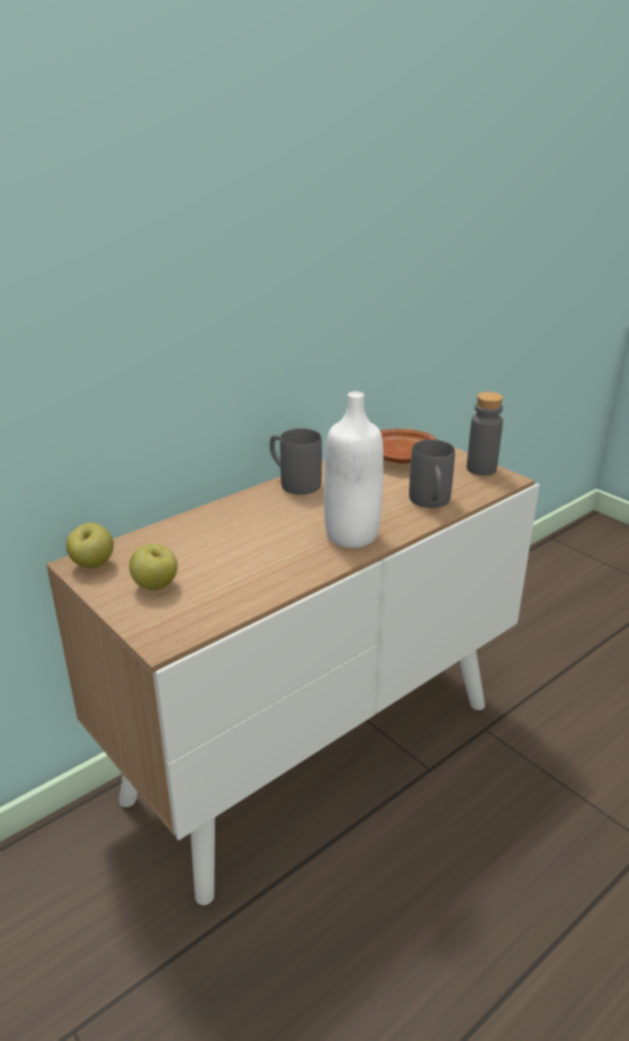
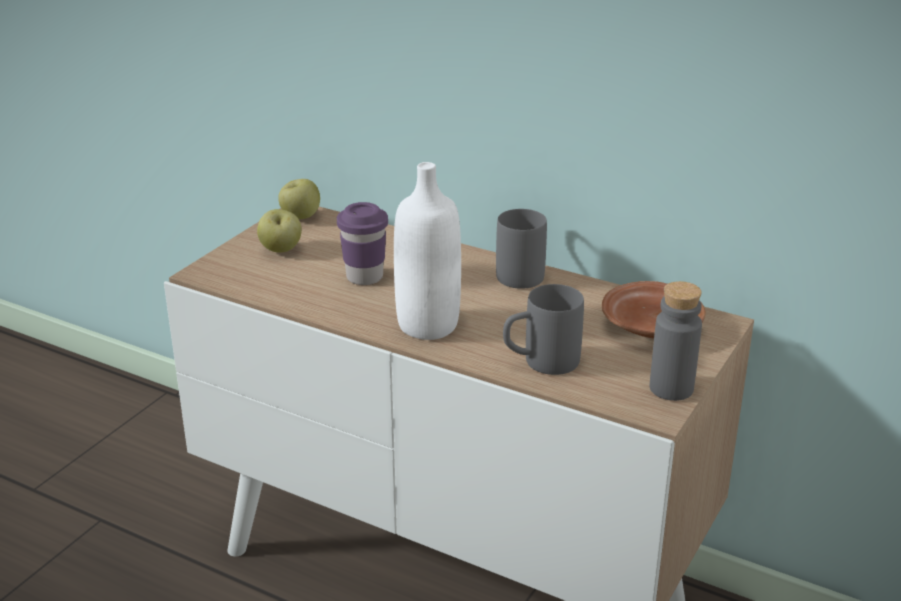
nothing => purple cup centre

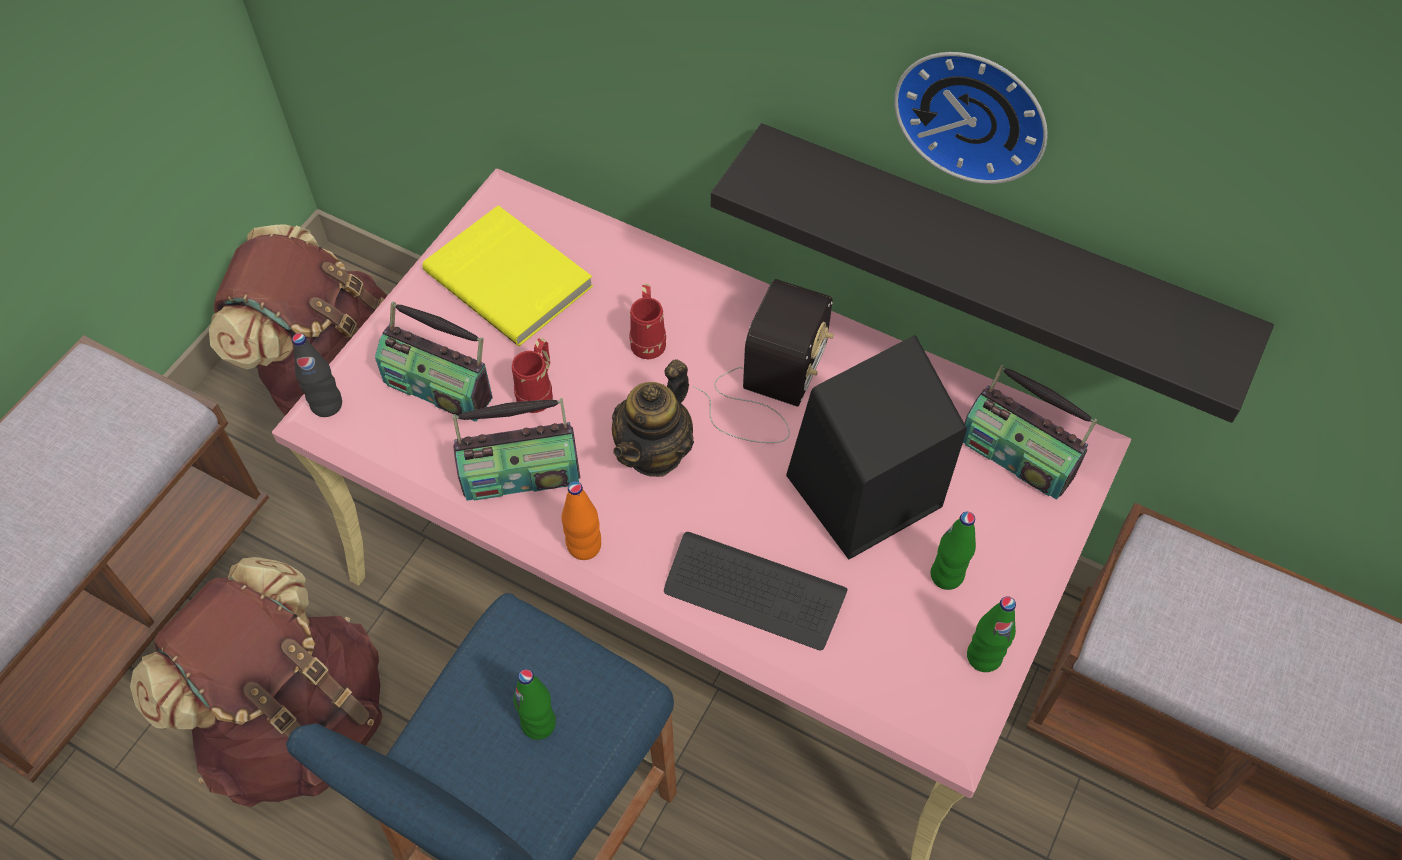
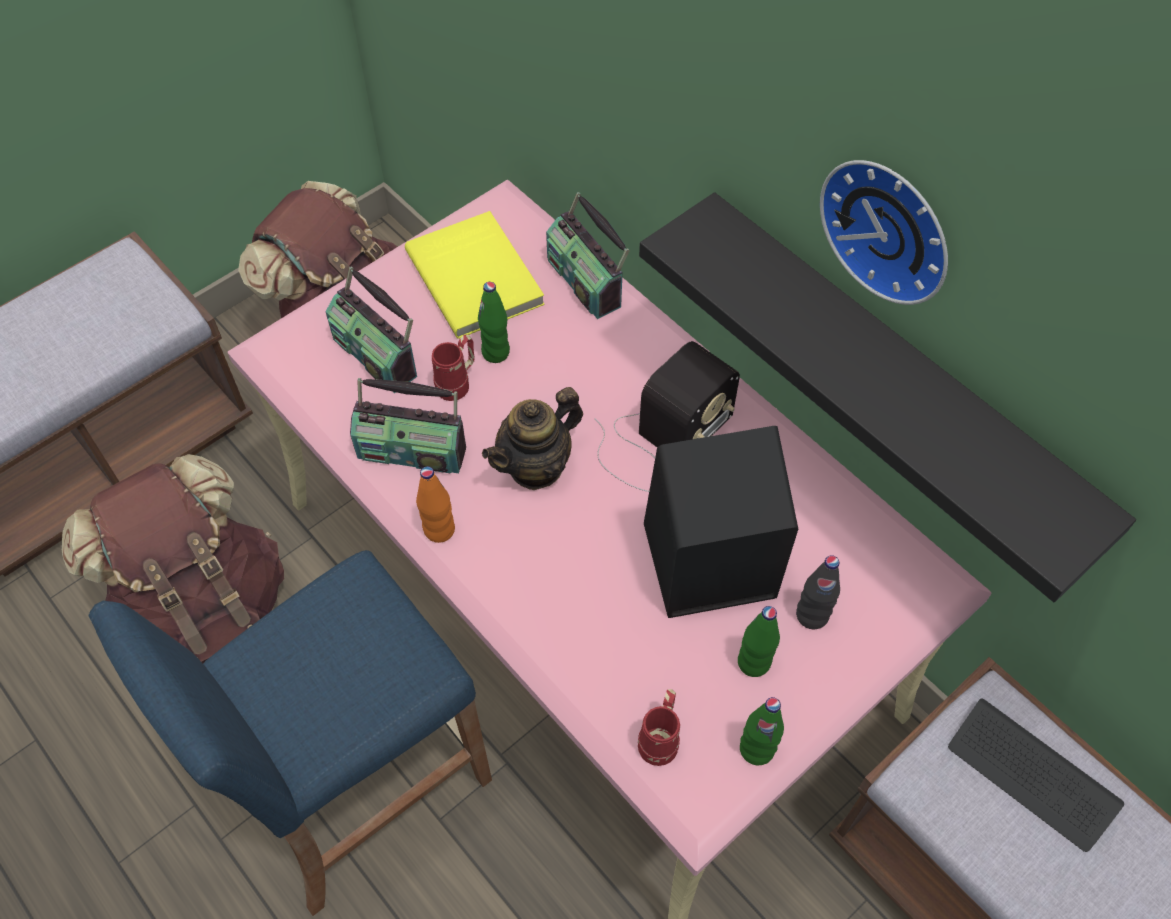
red mug (2nd from left) centre => red mug (2nd from left) bottom centre, move
black bottle middle left => black bottle middle right, move
radio (4th from left in the first image) middle right => radio (3rd from left) top centre, move
keyboard bottom centre => keyboard bottom right, move
green bottle (1st from left) bottom centre => green bottle (1st from left) centre, move

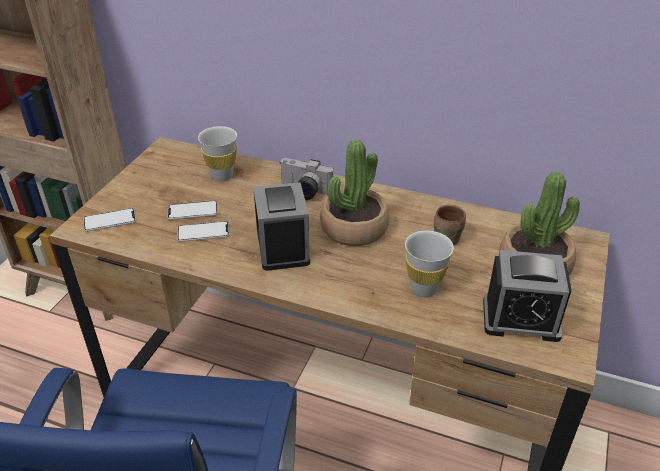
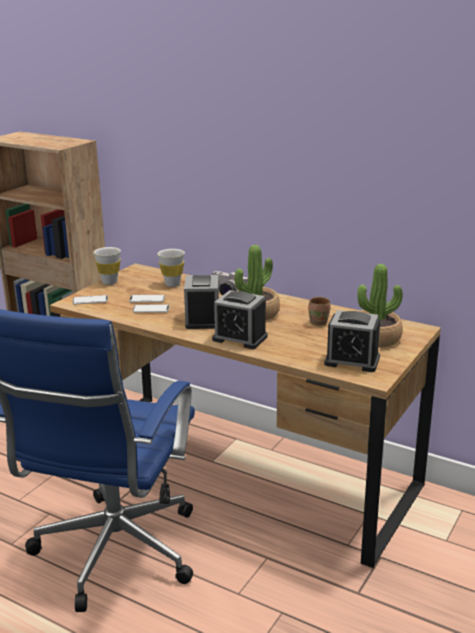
white cup (2nd from left in the first image) centre => white cup (1st from left) middle left, move
nothing => alarm clock (2nd from left) centre

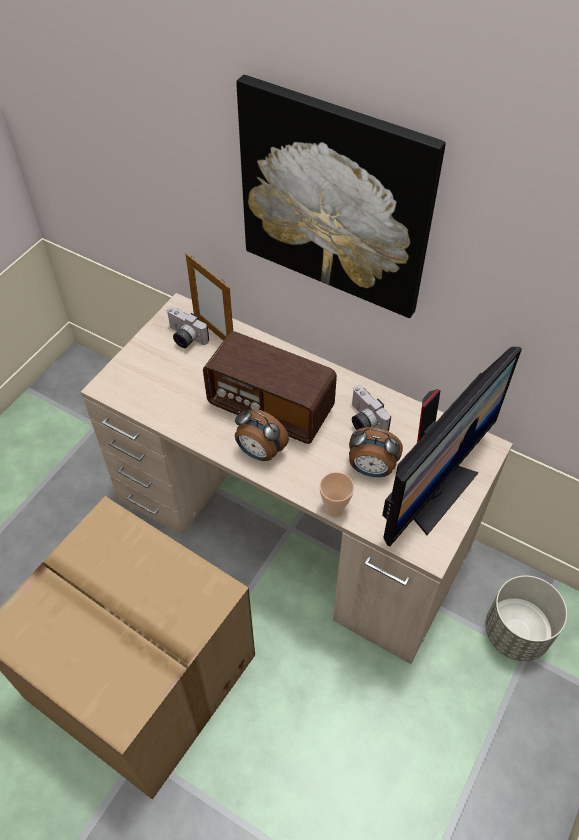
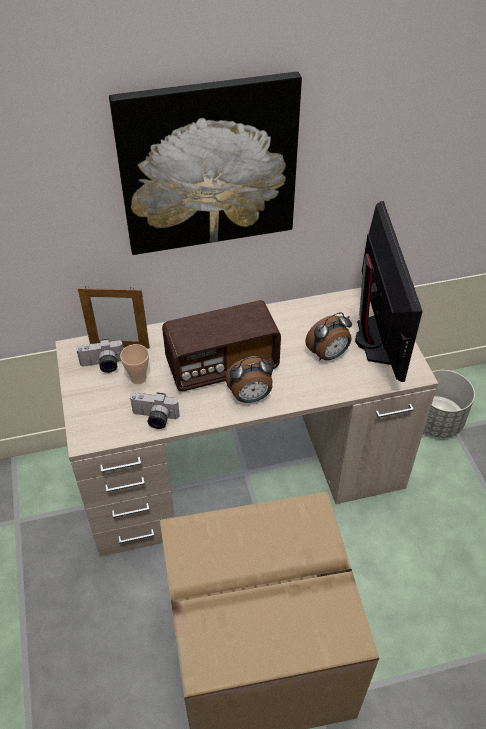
photo camera (2nd from left) centre => photo camera (2nd from left) middle left, move
cup centre => cup middle left, move

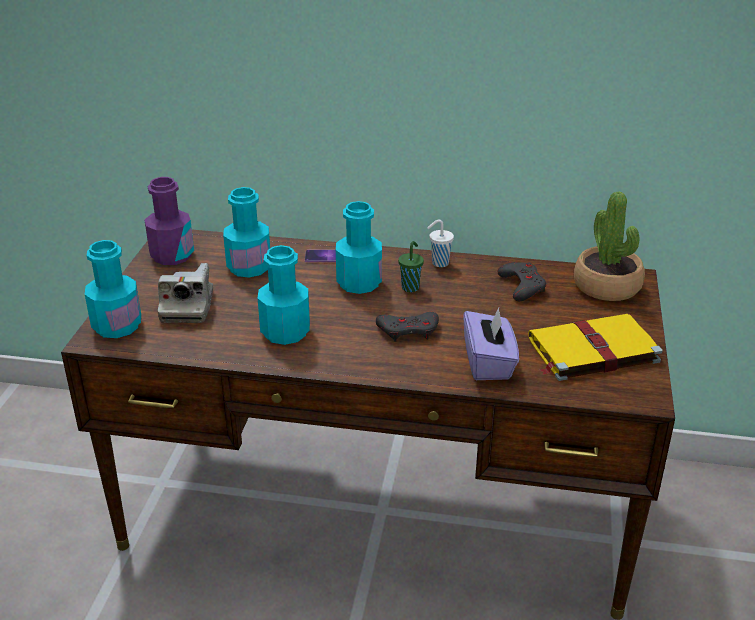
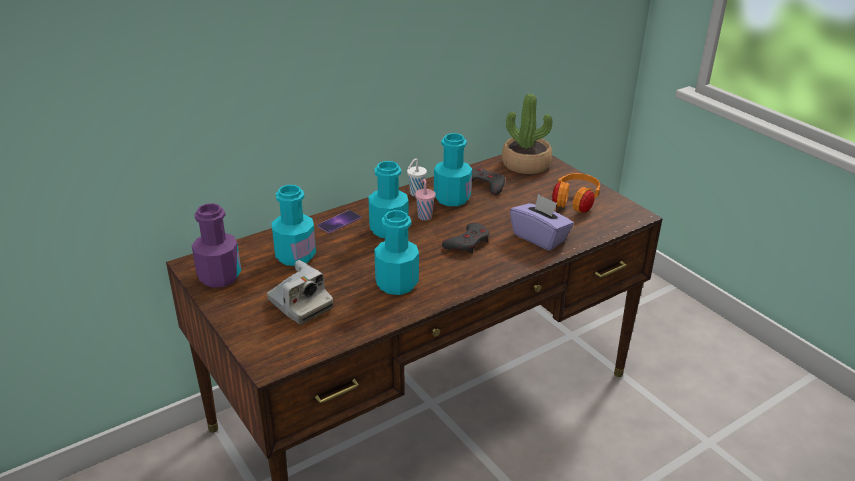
turquoise bottle (1st from left in the first image) middle left => turquoise bottle (4th from left) centre, move
green cup centre => pink cup centre
yellow book middle right => orange headphones middle right

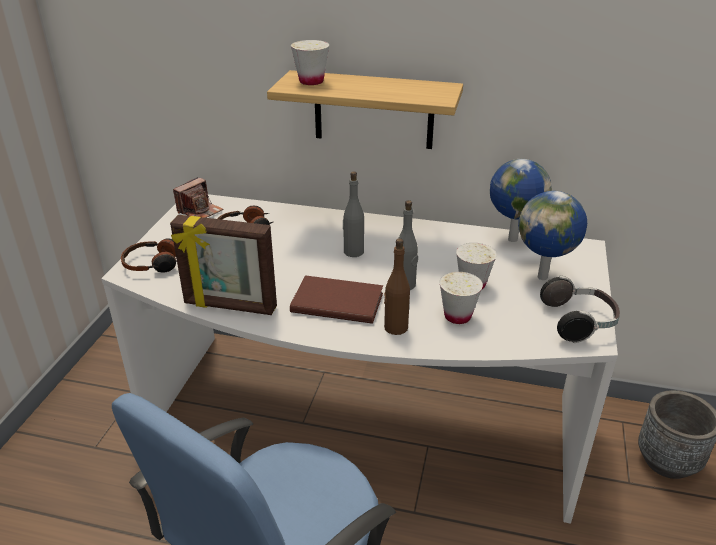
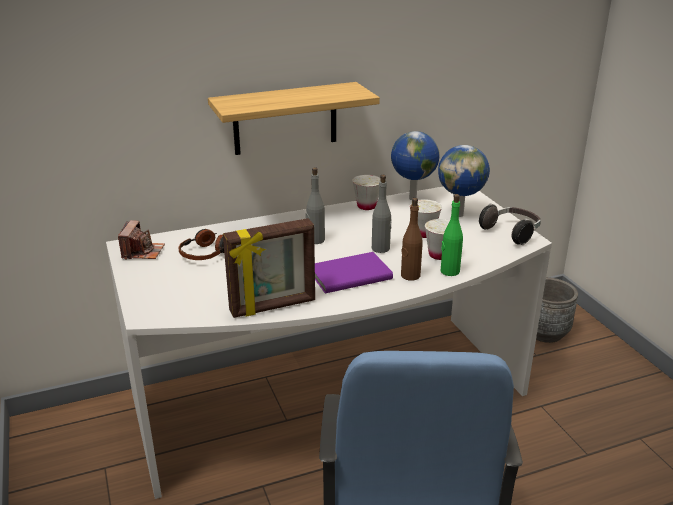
white cup (1st from left) top centre => white cup (1st from left) centre, move
headphones (1st from left) middle left => nothing
brown book centre => purple book centre
nothing => green bottle middle right

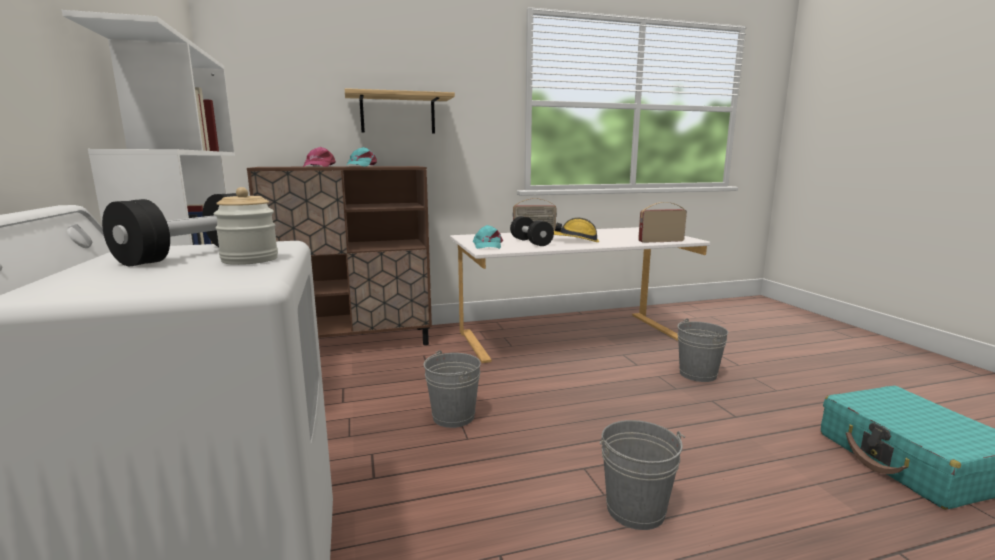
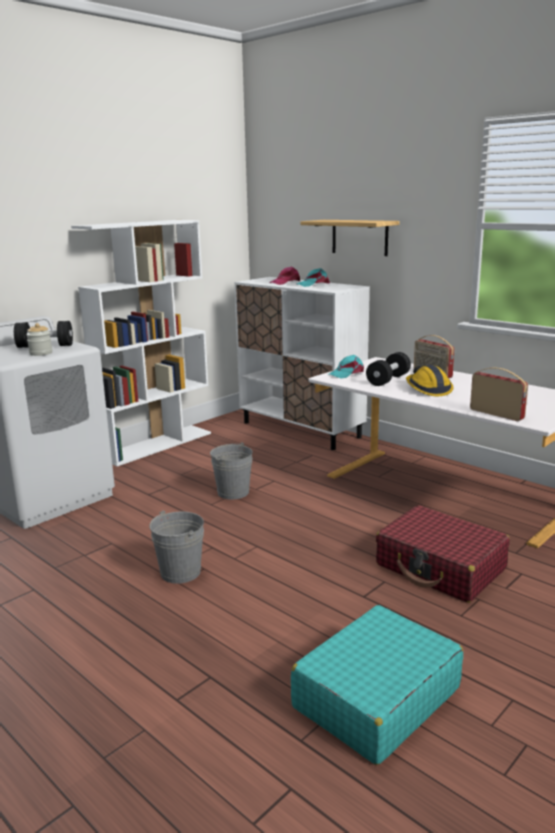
brown cabinet centre => white cabinet centre
grey bucket (3rd from left) middle right => red suitcase middle right

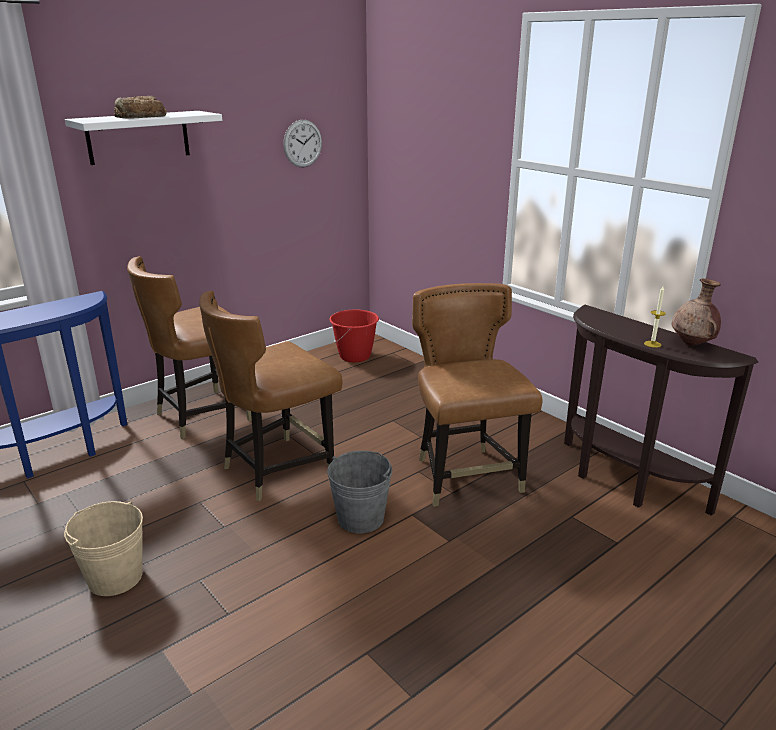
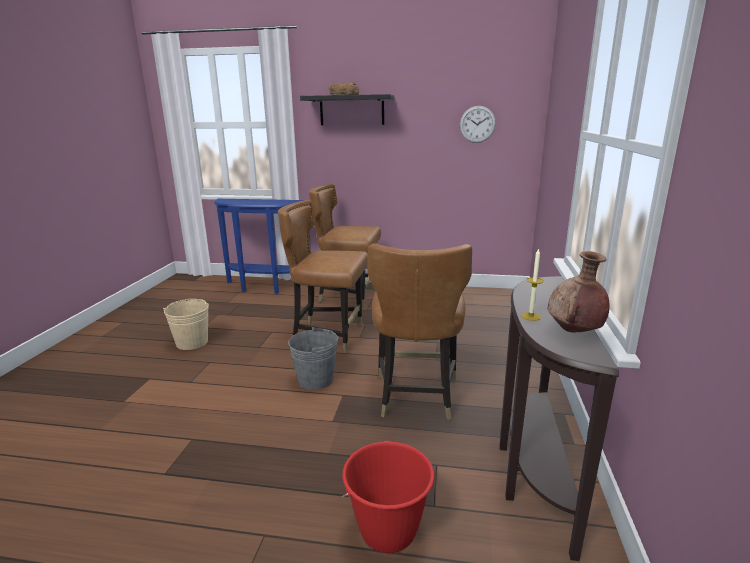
white shelf top left => black shelf top centre
brown chair (3rd from left) centre, 150 degrees clockwise
red bucket centre => red bucket bottom centre, move

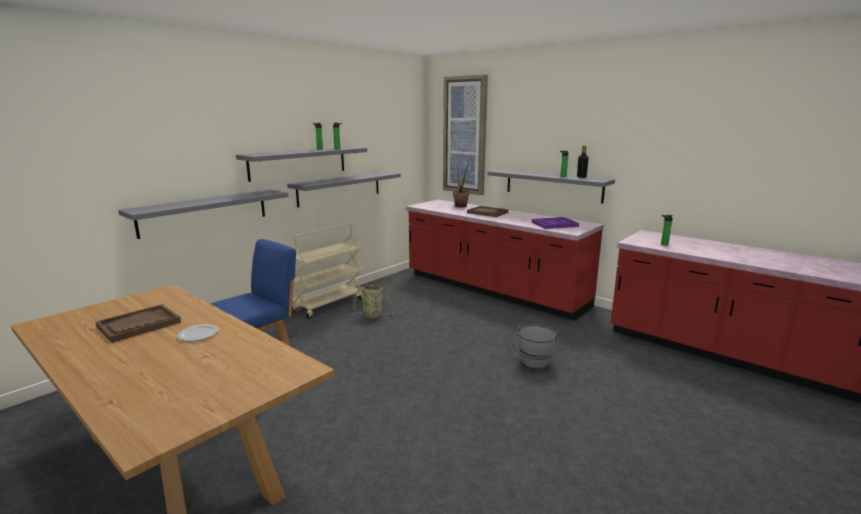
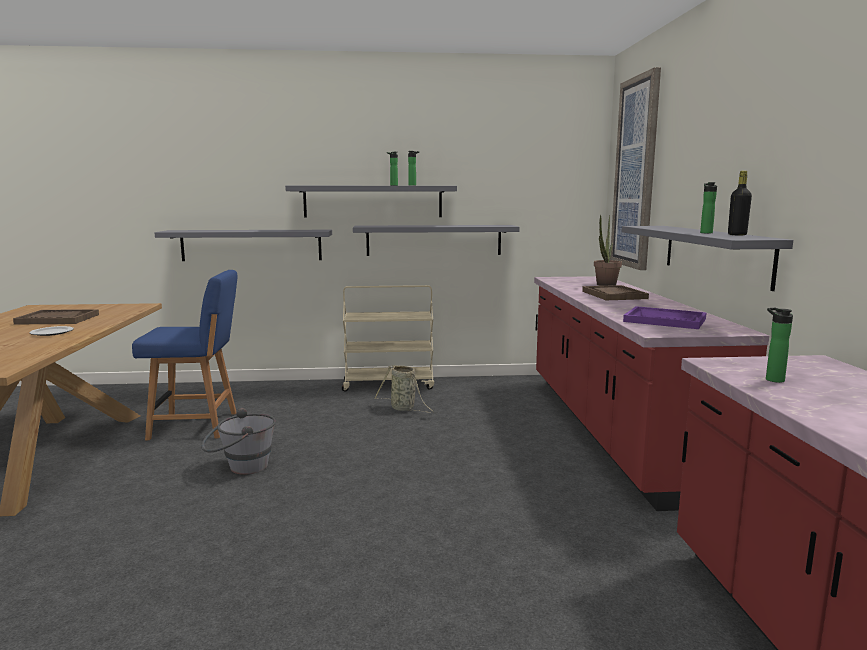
grey bucket bottom centre => grey bucket bottom left, move

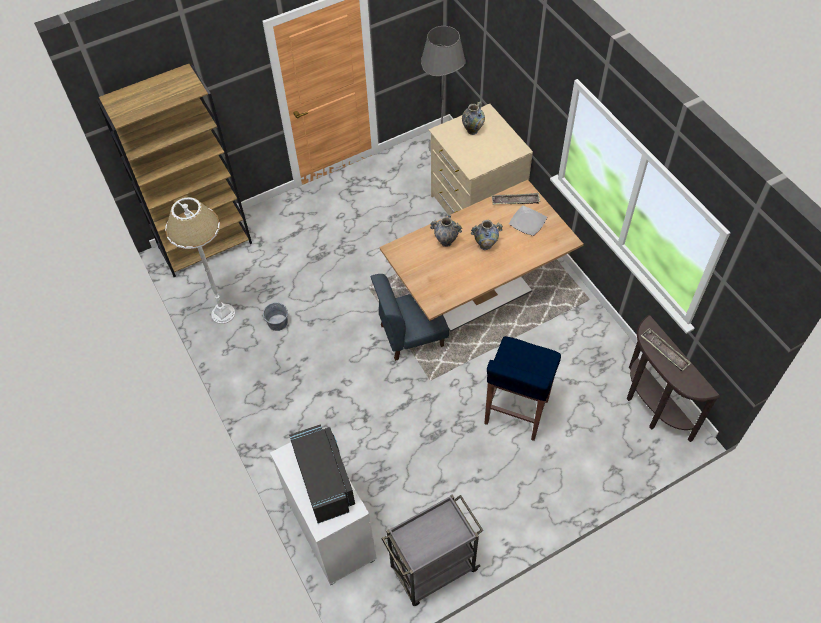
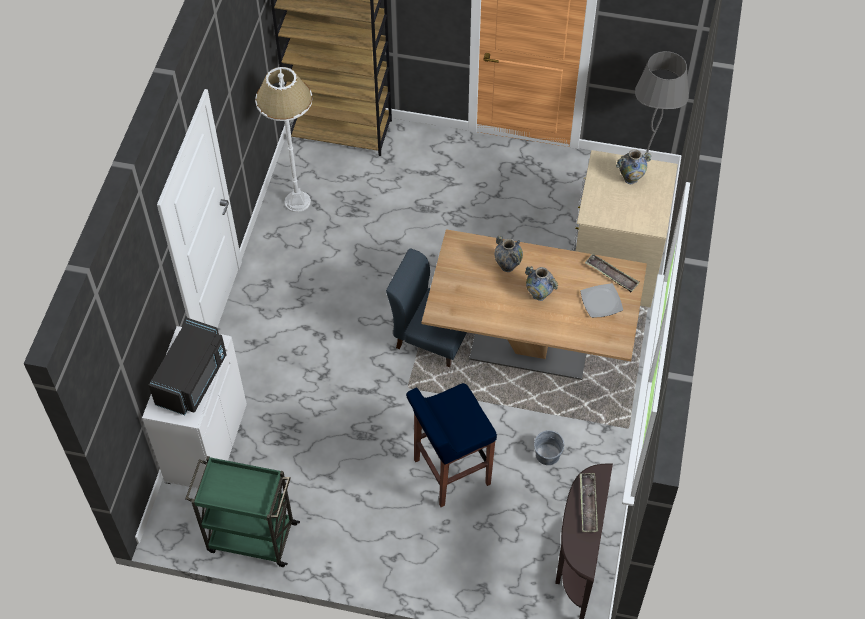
grey bucket centre => grey bucket bottom centre, move
grey cart bottom centre => green cart bottom left

